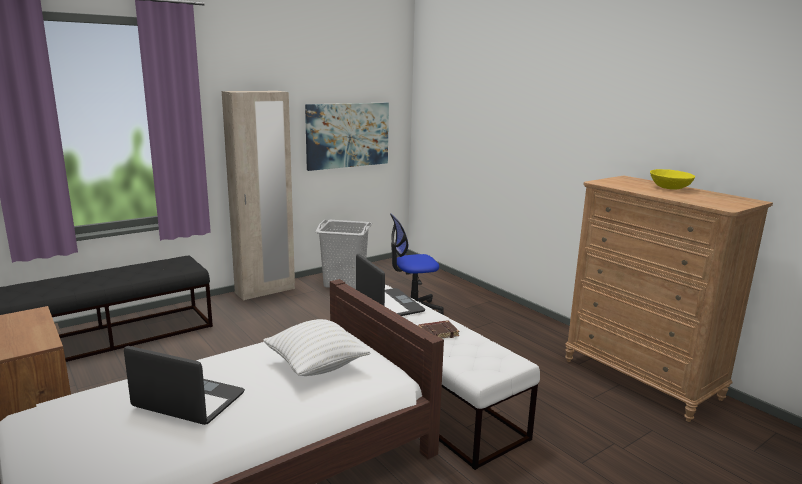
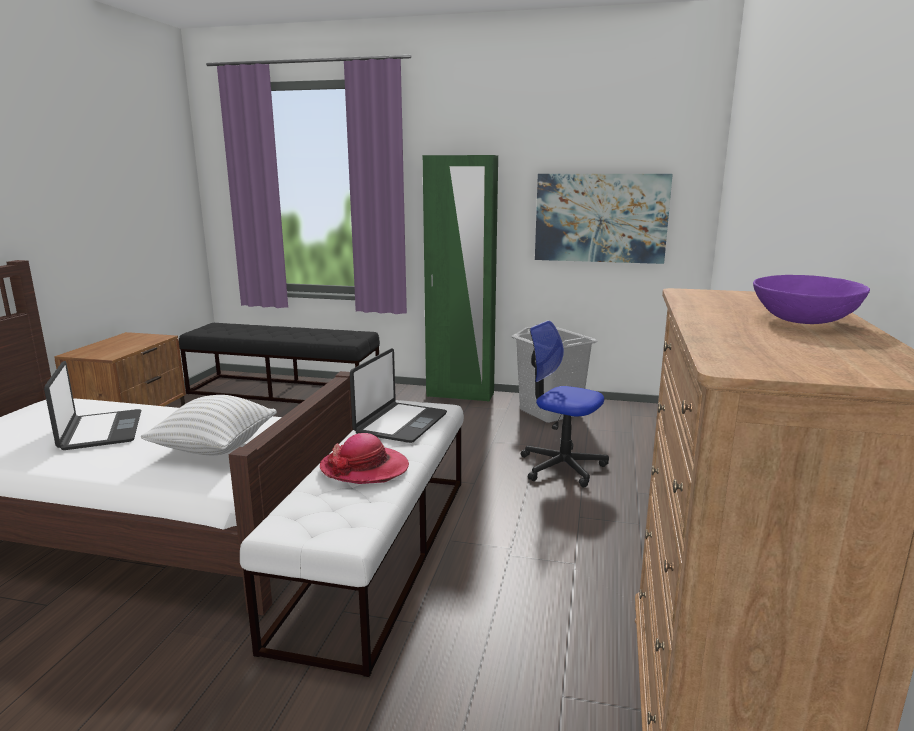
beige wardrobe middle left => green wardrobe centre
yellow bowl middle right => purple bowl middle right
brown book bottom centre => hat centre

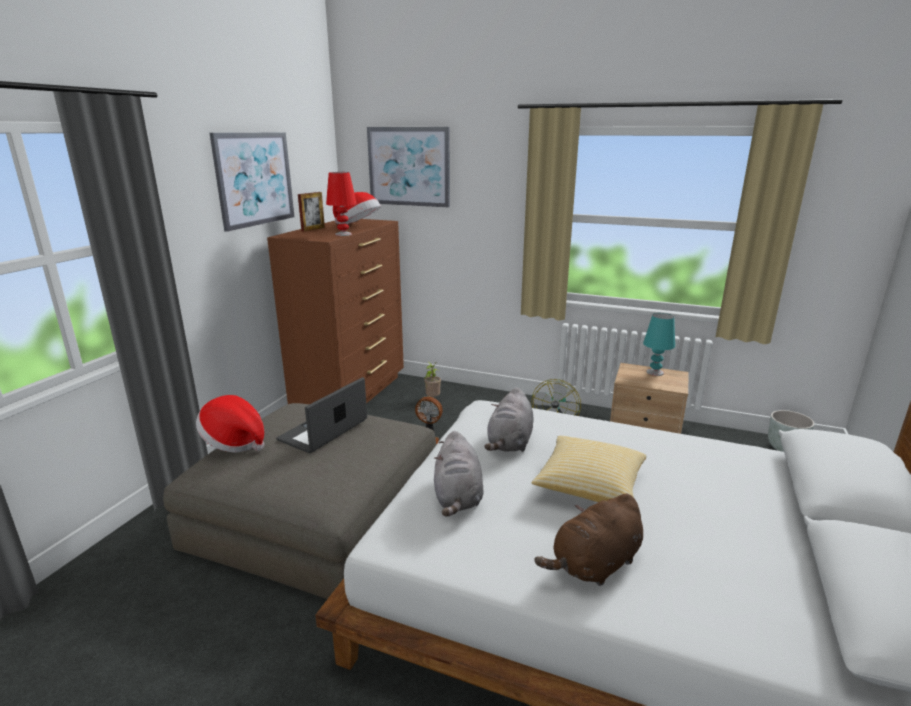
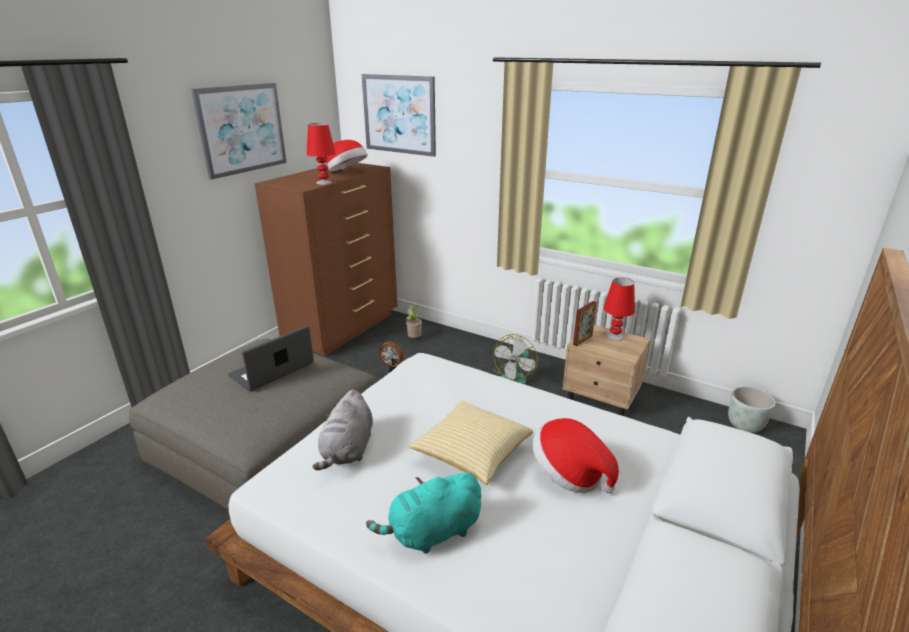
picture frame top centre => picture frame centre, move
turquoise table lamp middle right => red table lamp (2nd from left) middle right
grey plush toy (2nd from left) centre => nothing
hat (1st from left in the first image) middle left => hat (2nd from left) bottom centre, move
brown plush toy bottom centre => turquoise plush toy bottom centre

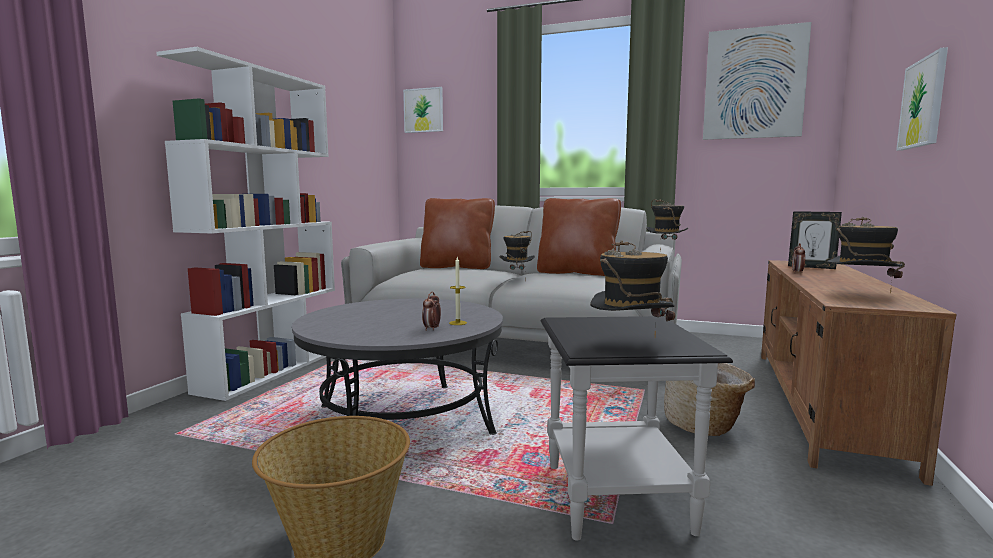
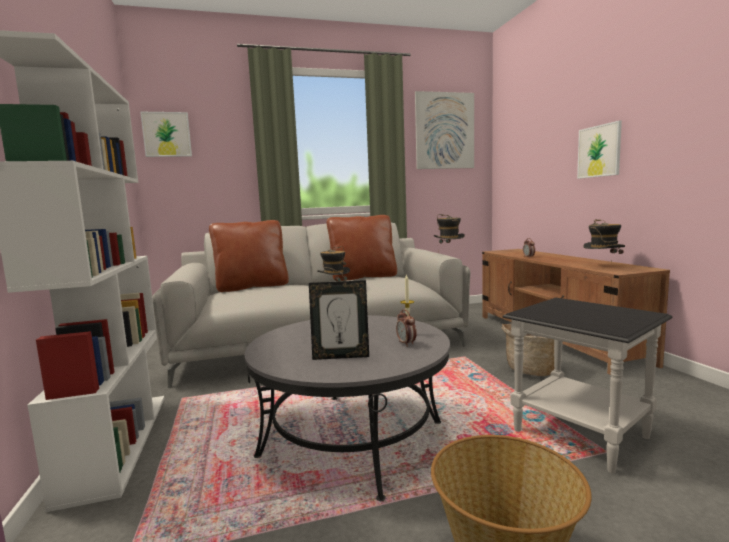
picture frame middle right => picture frame centre, move
hat (2nd from left) centre => nothing

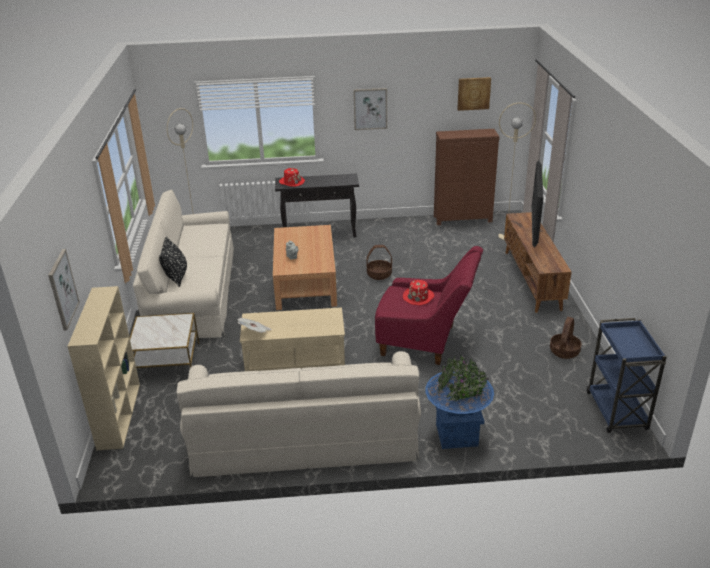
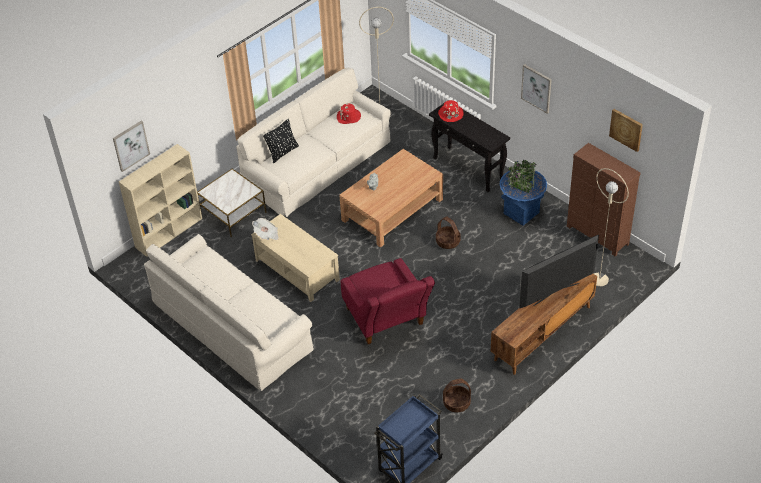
red hat (2nd from left in the first image) centre => red hat (1st from left) top centre, move
blue planter bottom centre => blue planter middle right, move

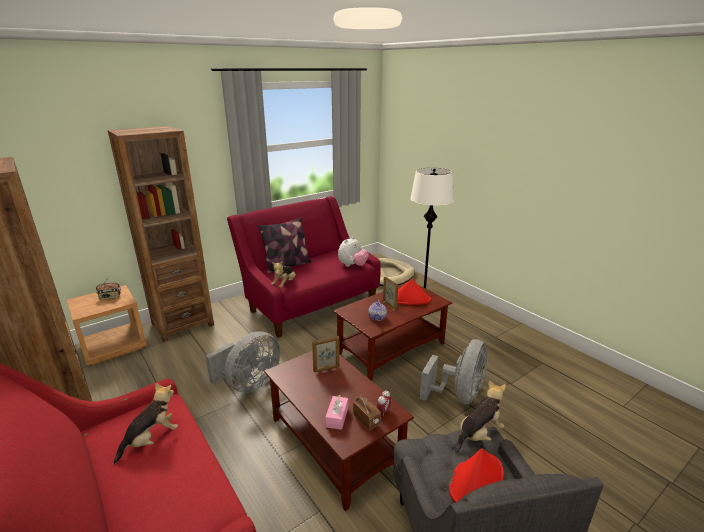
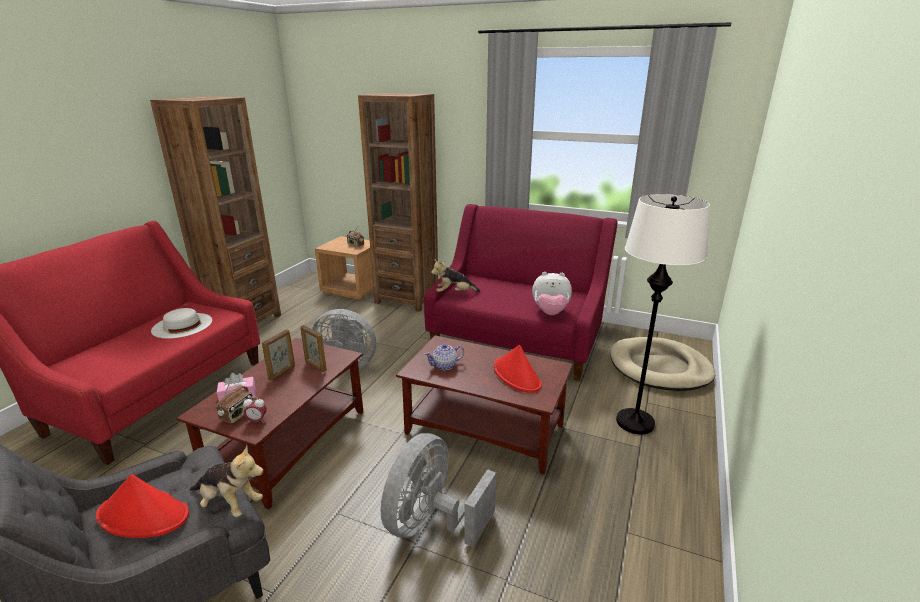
pillow centre => nothing
picture frame (2nd from left in the first image) centre => picture frame (1st from left) middle left, move
grey fan (2nd from left) bottom centre, 120 degrees clockwise
plush toy (1st from left) bottom left => white hat middle left

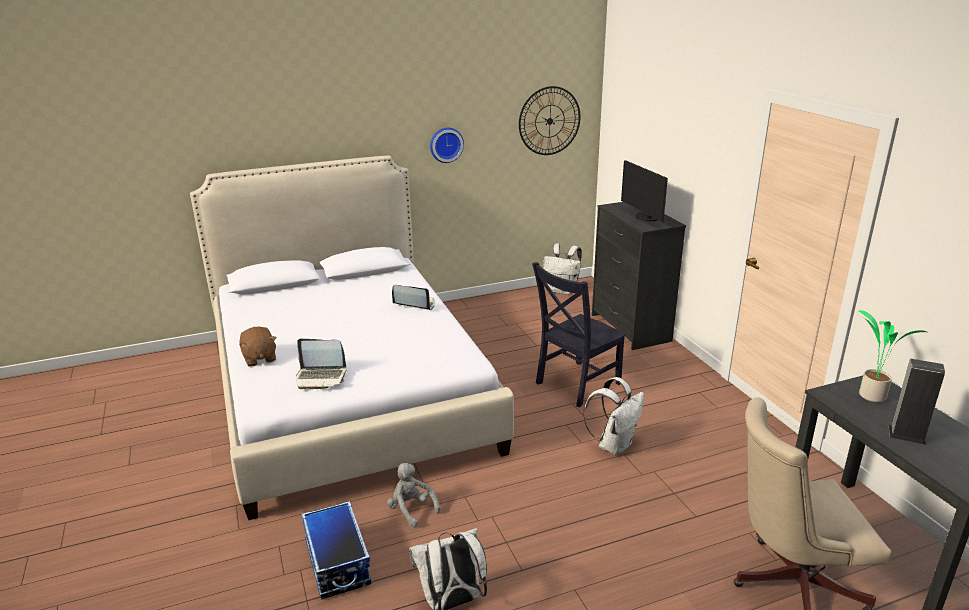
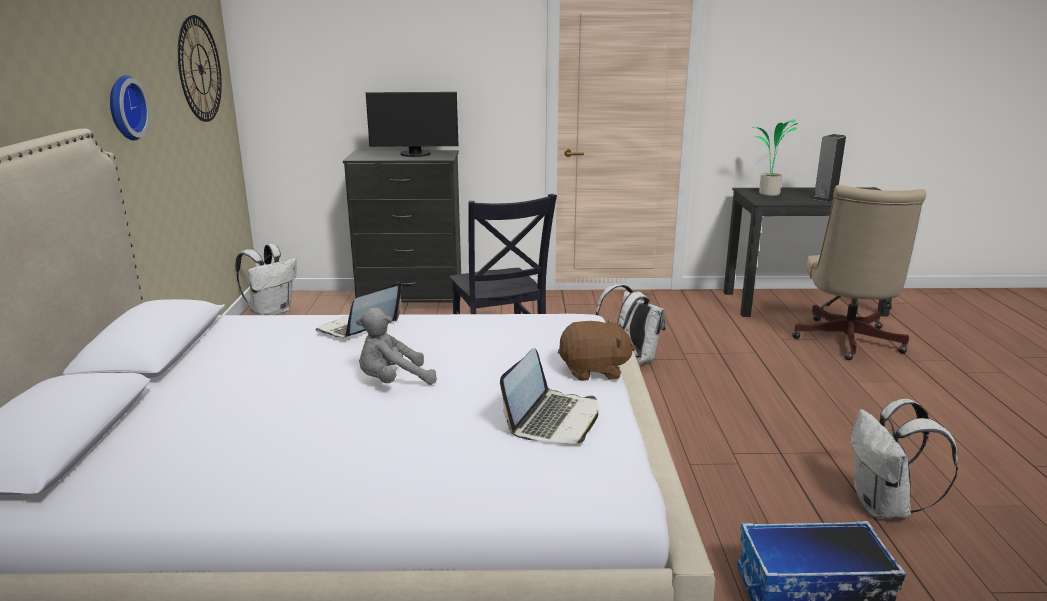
brown plush toy middle left => brown plush toy centre, move
grey plush toy bottom centre => grey plush toy centre, move

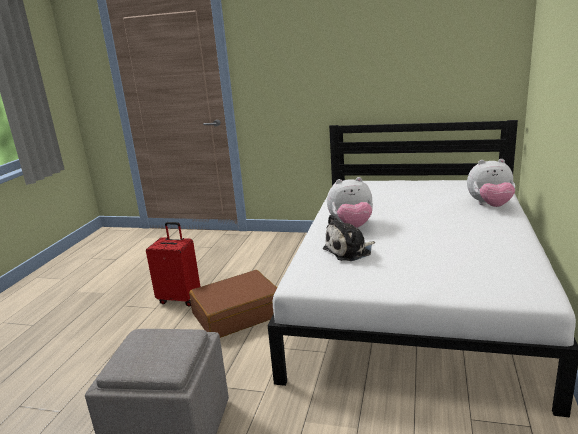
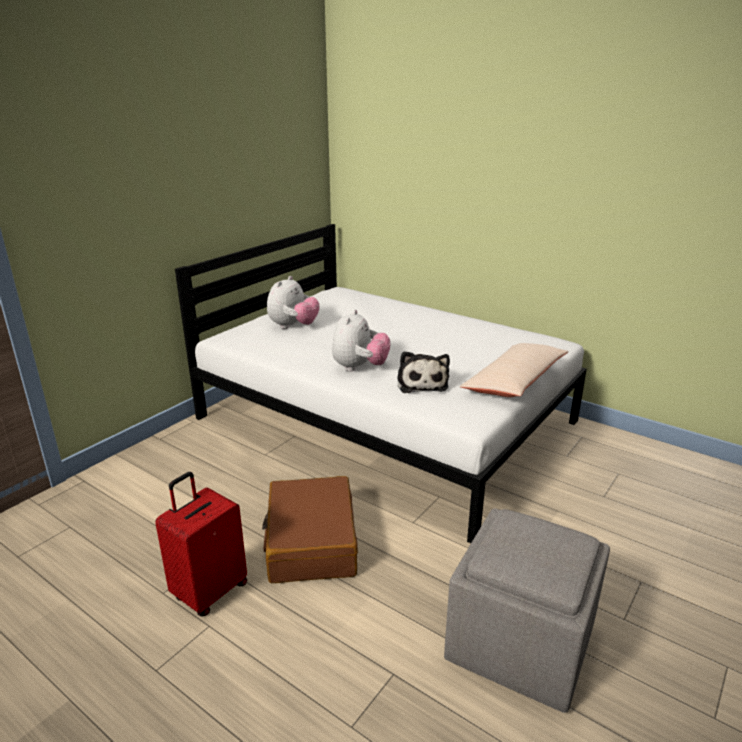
plush toy (3rd from left in the first image) middle right => plush toy (1st from left) centre, move
nothing => beige pillow middle right

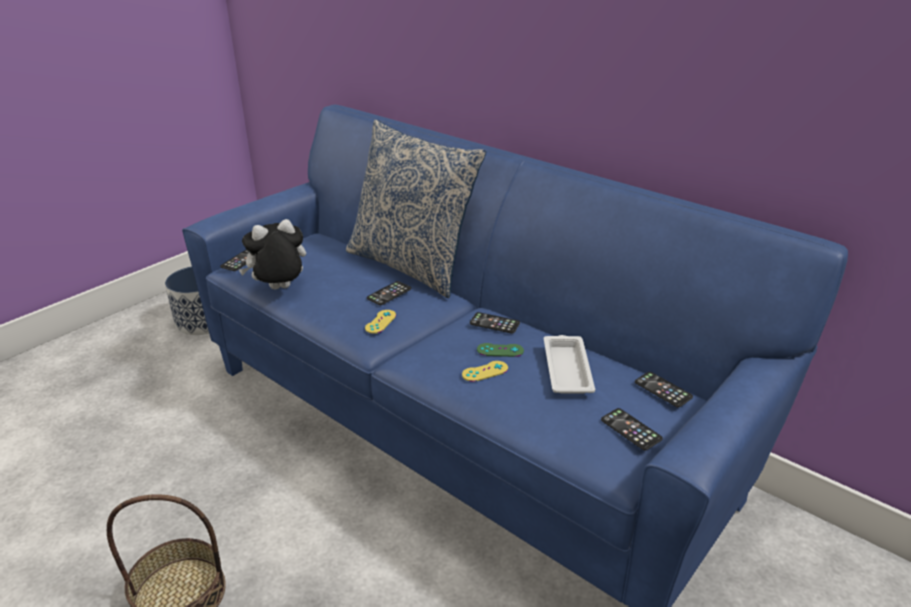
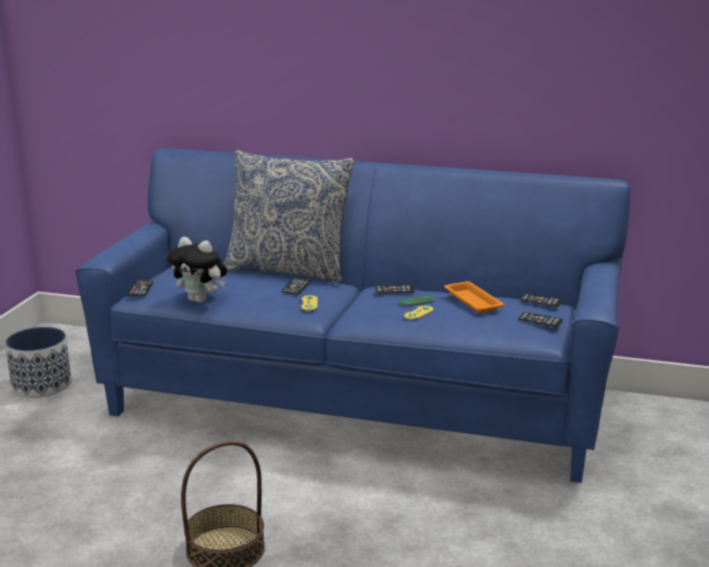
plush toy middle left, 105 degrees counterclockwise
white tray centre => orange tray middle right

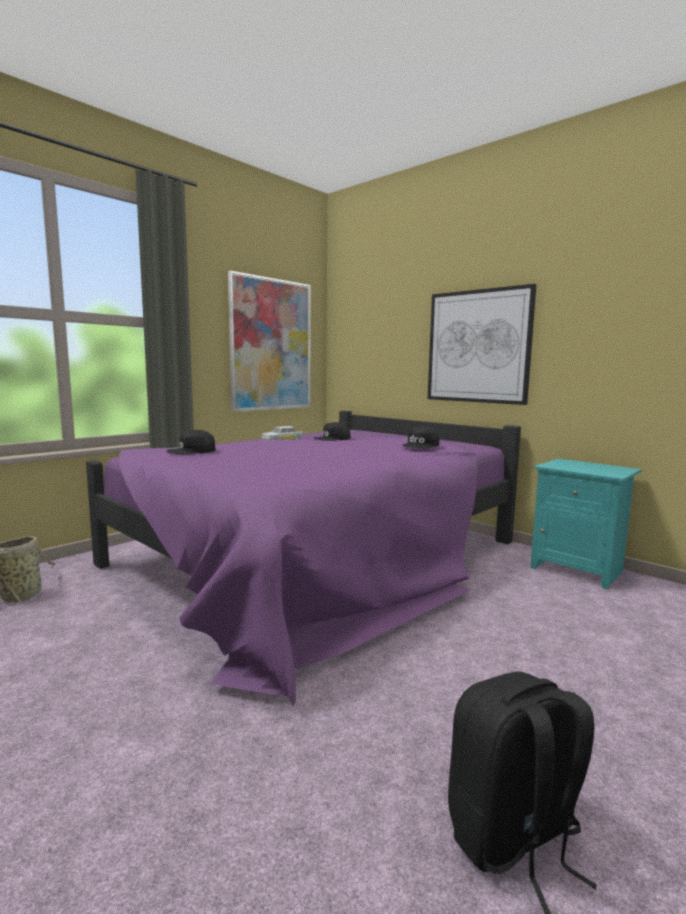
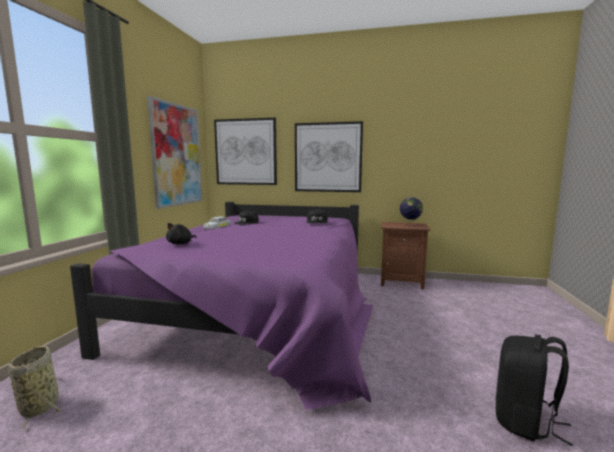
black cap (1st from left) middle left => black plush toy middle left
turquoise nightstand middle right => brown nightstand centre
nothing => picture (2nd from left) centre
nothing => globe middle right

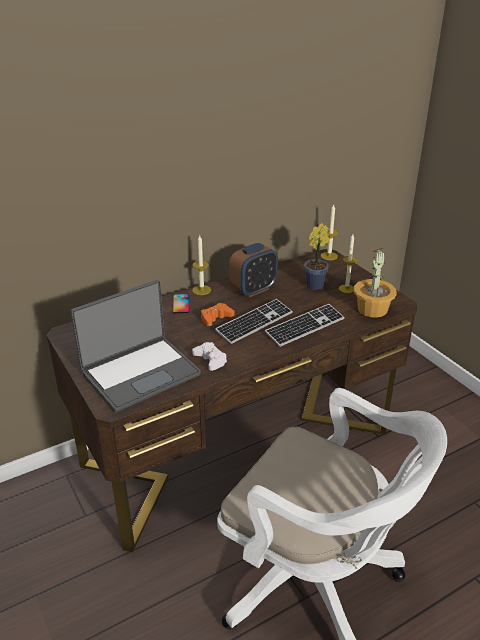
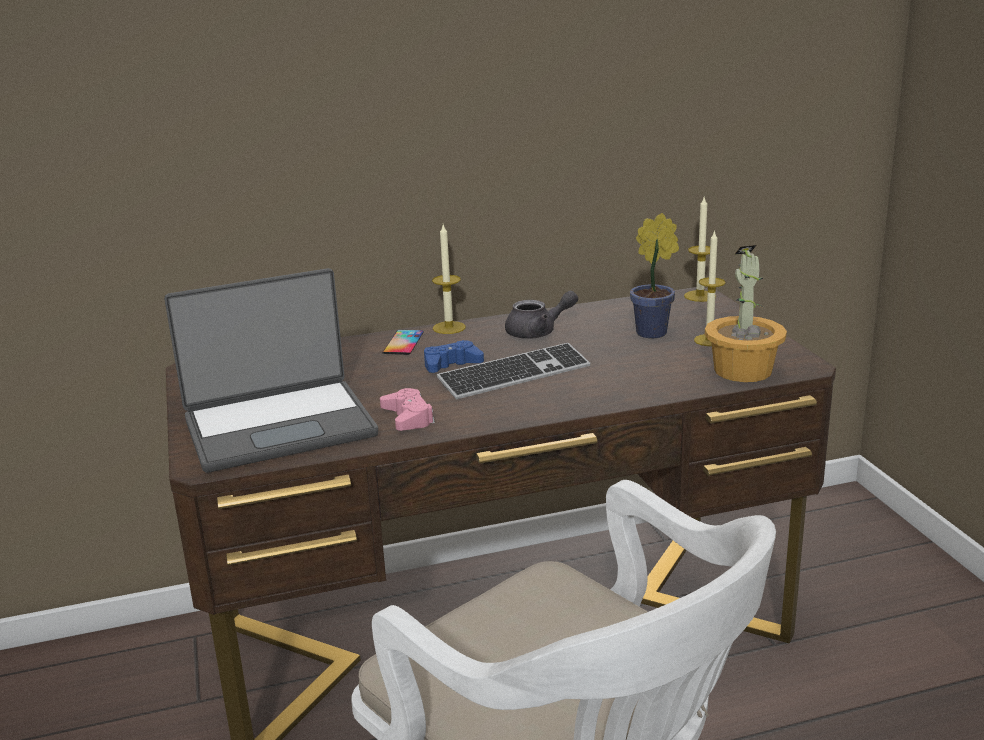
alarm clock centre => grey teapot centre
orange game controller centre => blue game controller centre
keyboard (2nd from left) centre => nothing
white game controller centre => pink game controller centre

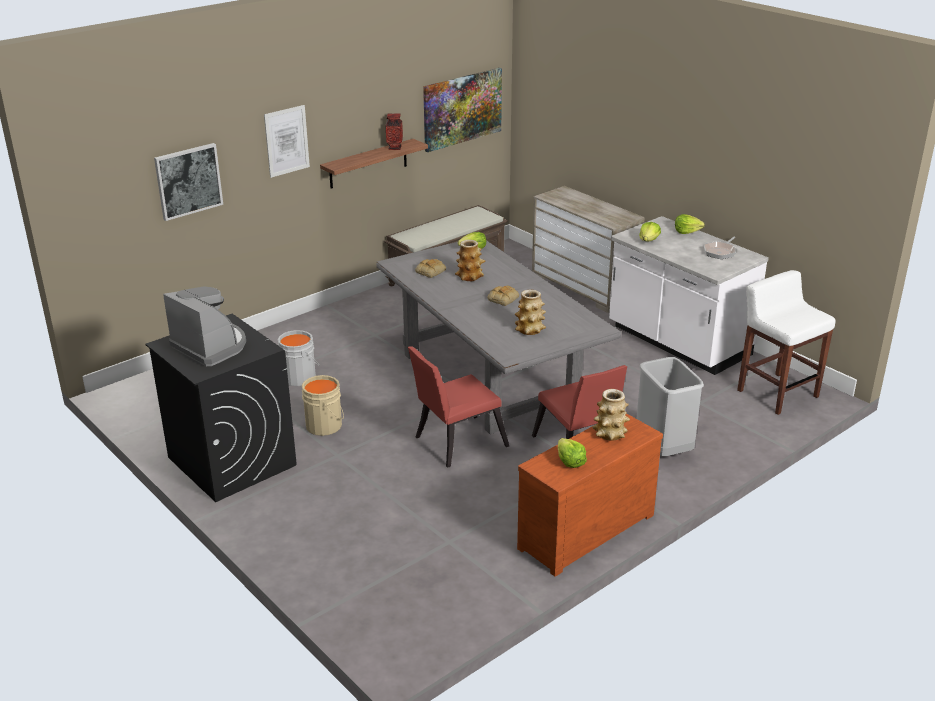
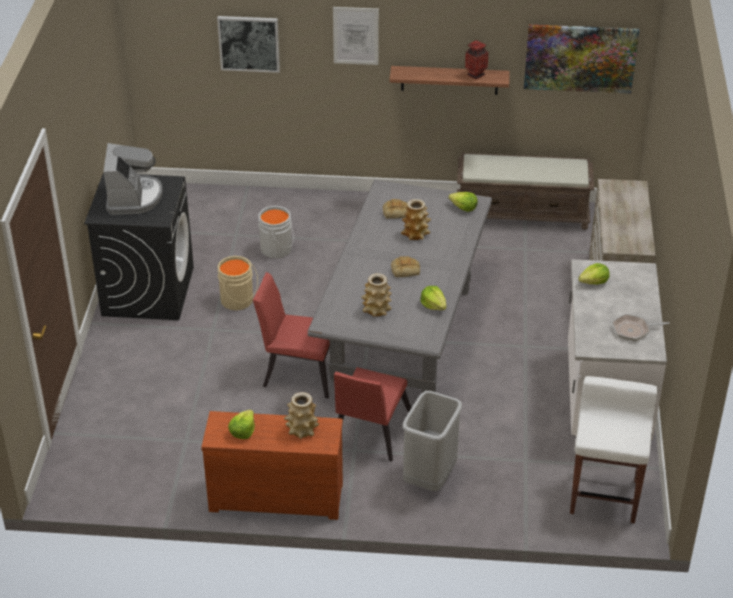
lettuce (4th from left in the first image) top right => lettuce (2nd from left) centre, move

